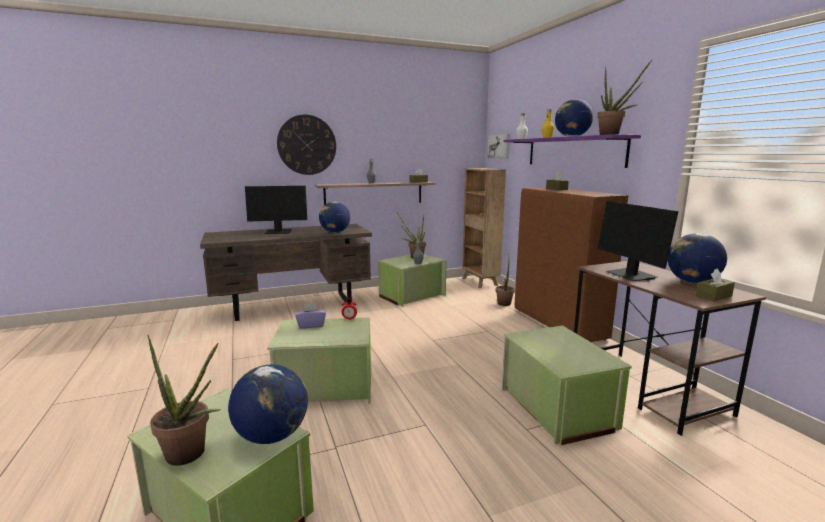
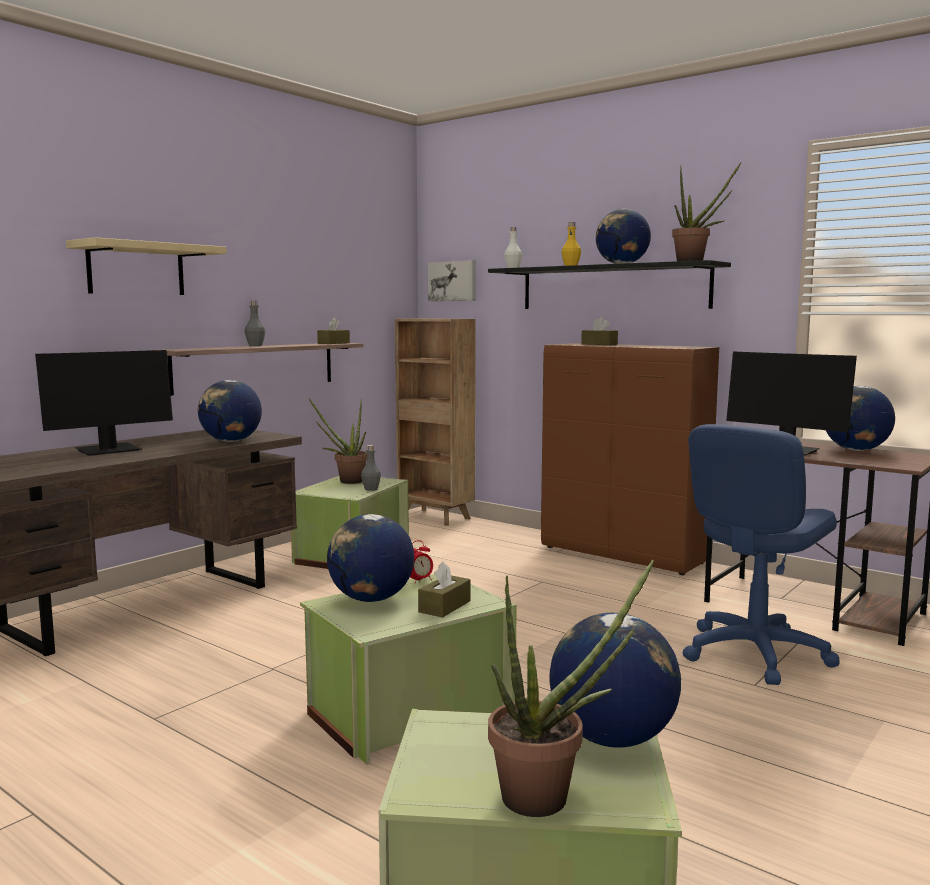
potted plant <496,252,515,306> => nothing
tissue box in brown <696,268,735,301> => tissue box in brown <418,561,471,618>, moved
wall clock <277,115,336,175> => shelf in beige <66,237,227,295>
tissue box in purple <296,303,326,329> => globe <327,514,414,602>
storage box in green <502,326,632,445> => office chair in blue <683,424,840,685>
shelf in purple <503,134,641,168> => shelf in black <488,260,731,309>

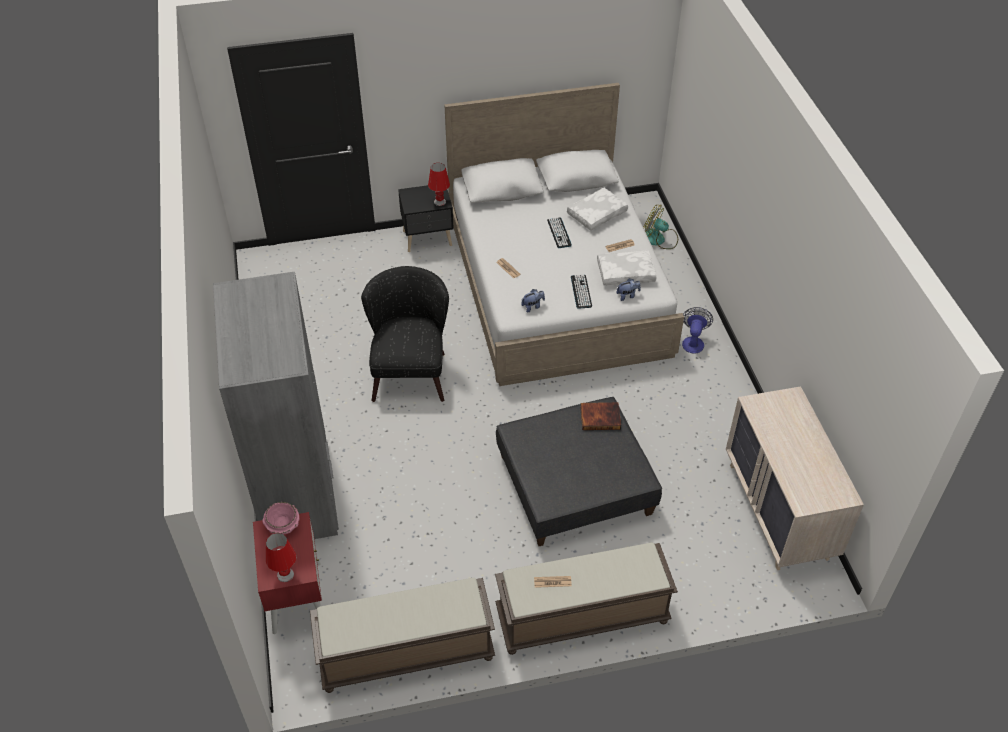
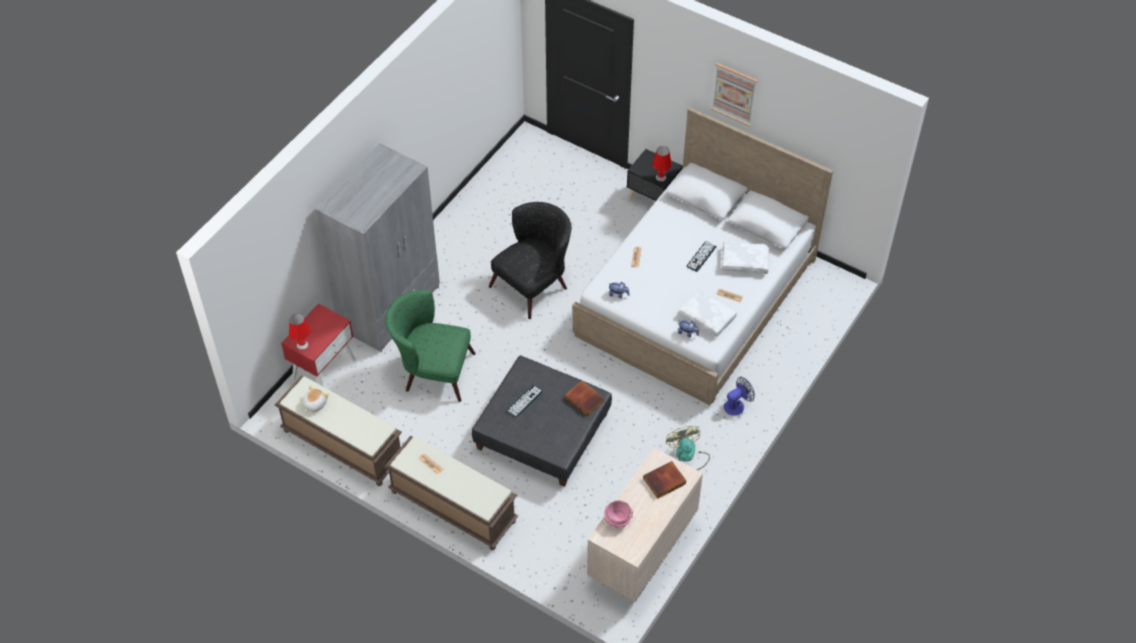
nothing => plush toy <303,385,329,412>
nothing => armchair in green <385,290,476,402>
nothing => book <643,461,686,499>
nothing => picture <711,63,758,127>
bowl in pink <262,502,300,535> => bowl in pink <604,500,633,528>, moved
keyboard <571,275,592,309> => keyboard <506,385,543,418>, moved
fan <643,205,678,249> => fan <666,426,710,470>, moved

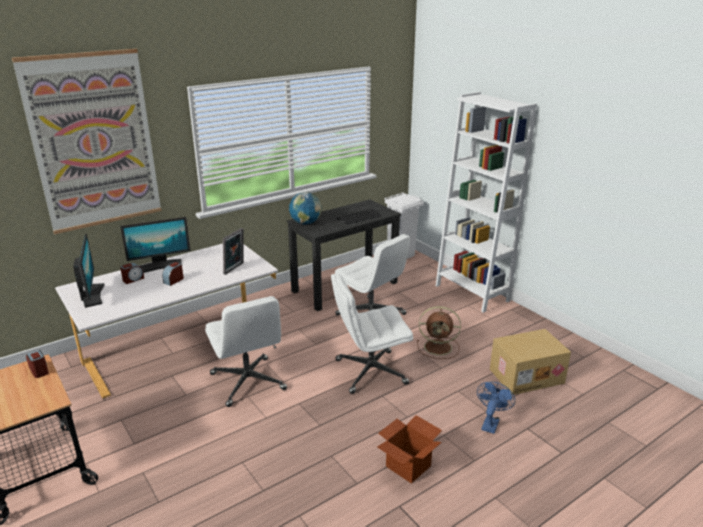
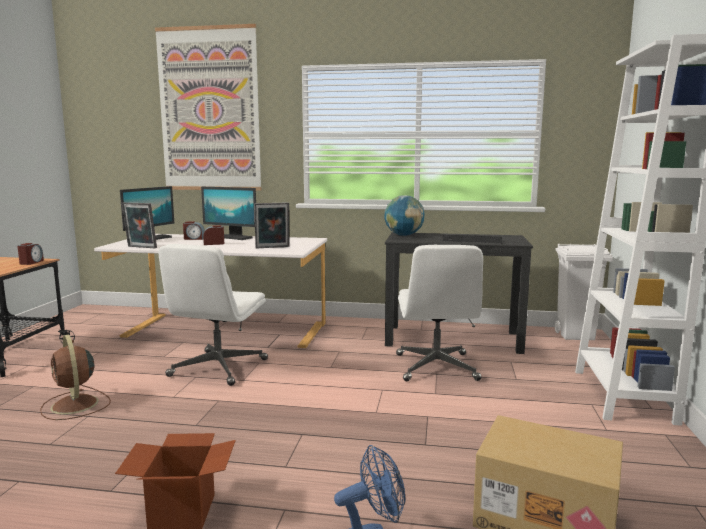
office chair in white <331,273,413,394> => nothing
nothing => picture frame <121,202,157,248>
fan in brown <417,306,461,359> => fan in brown <40,334,111,420>, moved

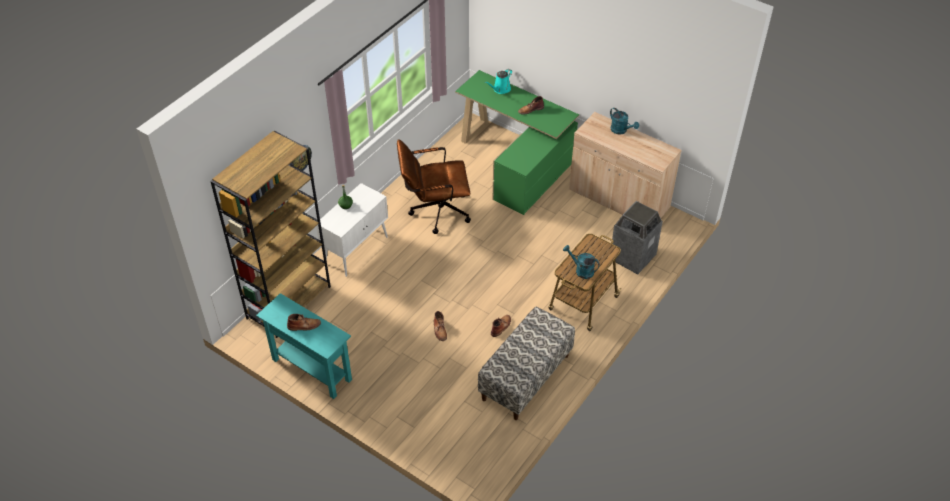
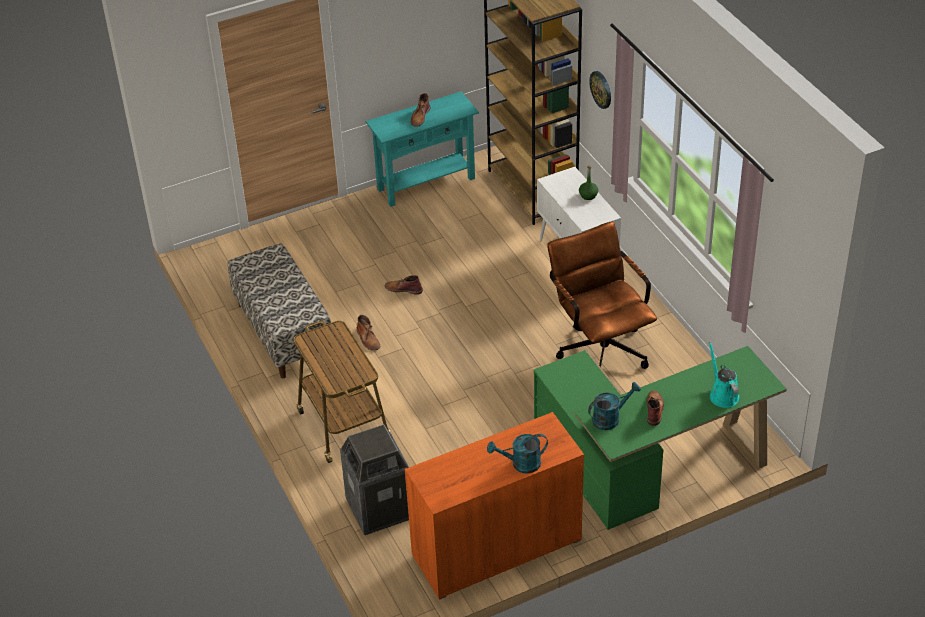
watering can in turquoise <563,245,600,279> => watering can in turquoise <588,382,641,430>, moved
cabinet in beige <569,112,682,218> => cabinet in orange <405,412,584,600>
office chair in brown <397,139,471,234> => office chair in brown <547,221,657,369>, 45 degrees counterclockwise

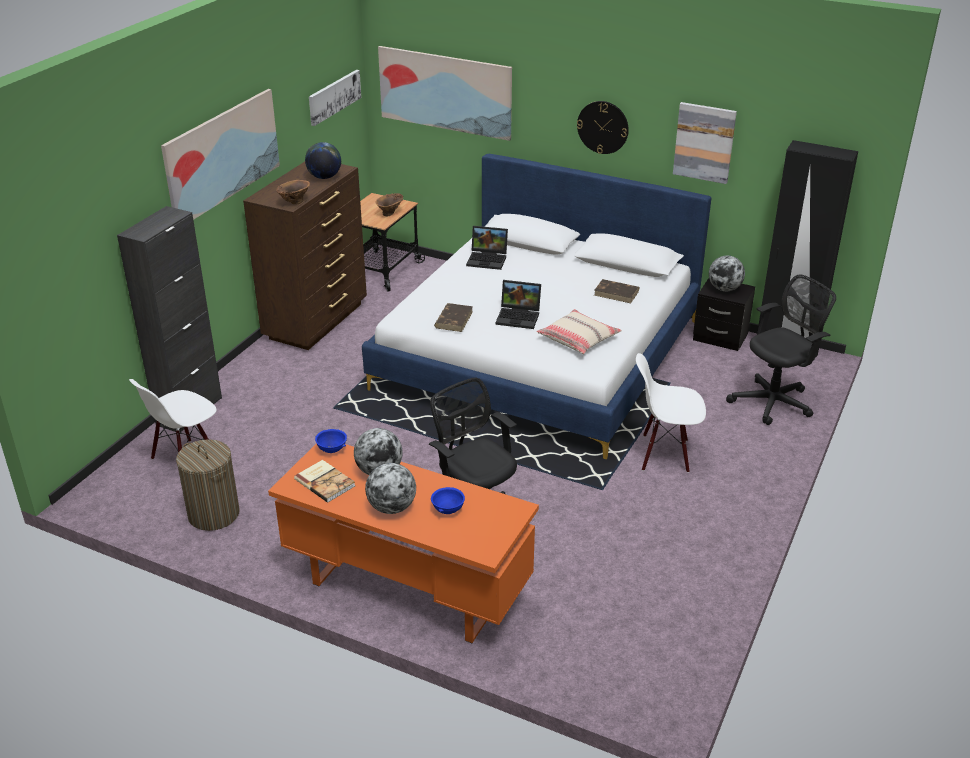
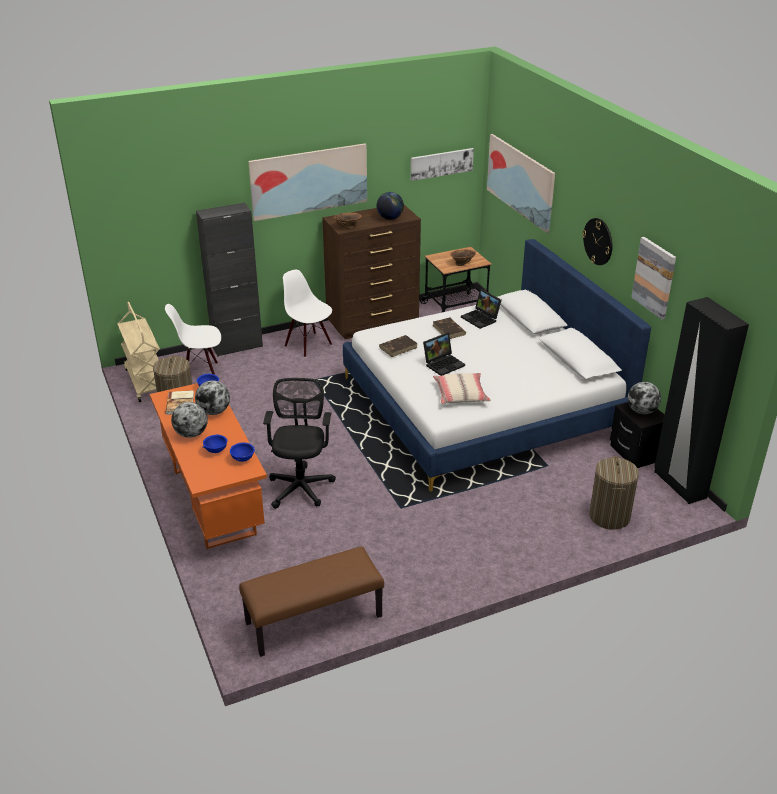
nothing => cart in beige <117,302,160,402>
nothing => bowl in blue <230,442,255,462>
nothing => bench in brown <239,546,384,657>
book in brown <594,279,639,303> => book in brown <433,318,466,339>, moved
chair in white <636,353,706,473> => chair in white <283,270,332,357>, moved
office chair in black <726,275,836,425> => laundry basket <589,456,639,530>
laptop <496,280,541,329> => laptop <423,332,465,376>, 90 degrees counterclockwise

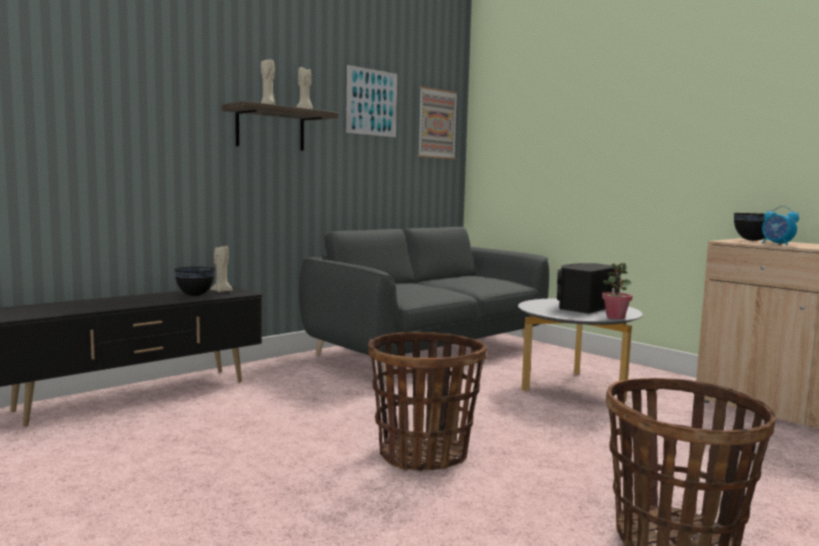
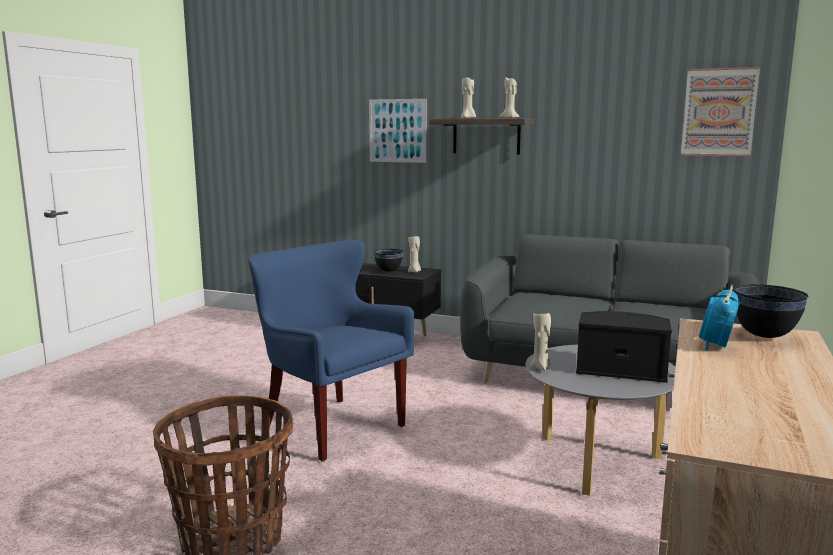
potted plant <602,263,632,319> => nothing
nothing => candle in beige <530,312,551,371>
picture <346,65,397,137> => picture <369,99,426,163>, moved
basket <368,332,487,472> => armchair in blue <248,240,414,462>

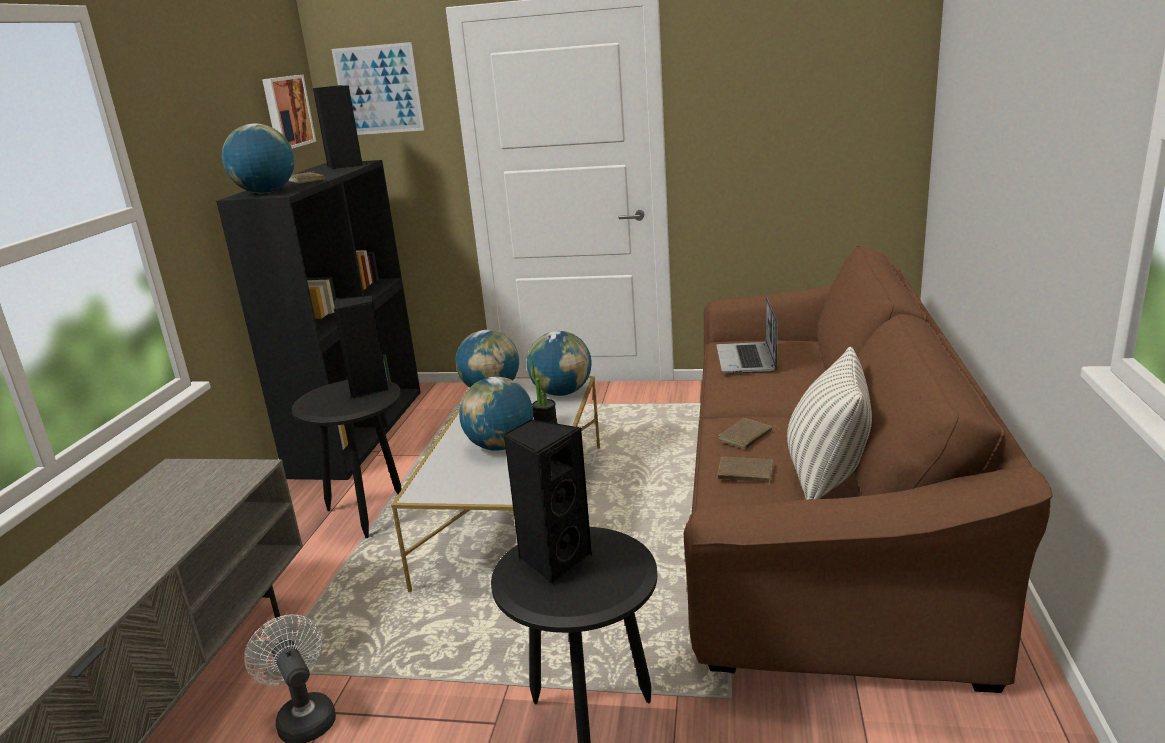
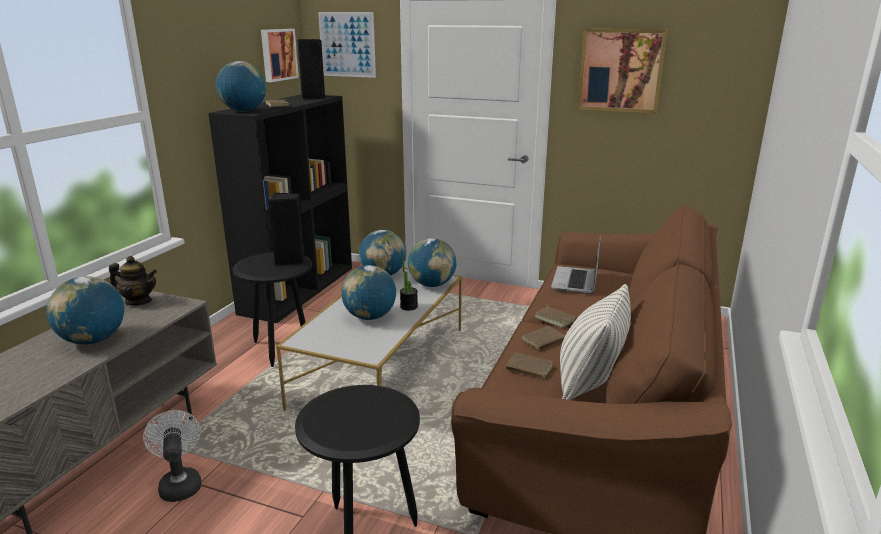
speaker in black <503,419,592,585> => nothing
nothing => globe <47,276,124,345>
nothing => teapot <109,256,157,306>
nothing => book in brown <535,305,577,328>
nothing => picture <578,29,667,113>

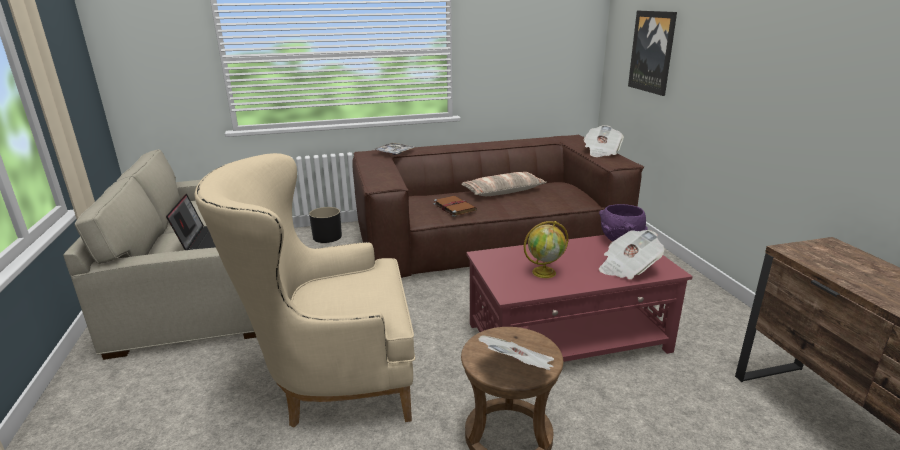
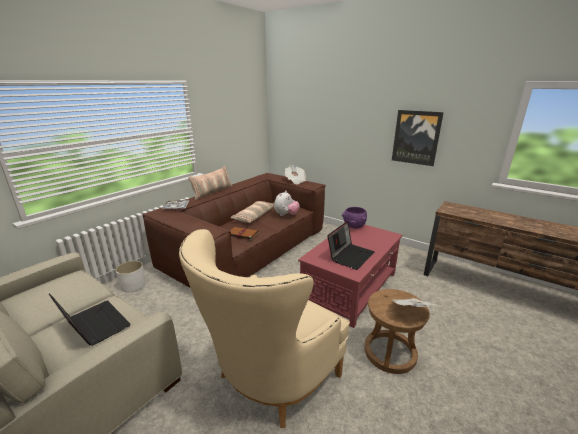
newspaper <599,230,664,279> => nothing
nothing => pillow <188,166,232,200>
nothing => plush toy <274,191,300,216>
picture <628,11,677,96> => picture <392,110,444,166>, moved
globe <524,221,568,278> => laptop <327,221,375,270>
planter in black <309,207,342,243> => planter in white <116,261,146,292>

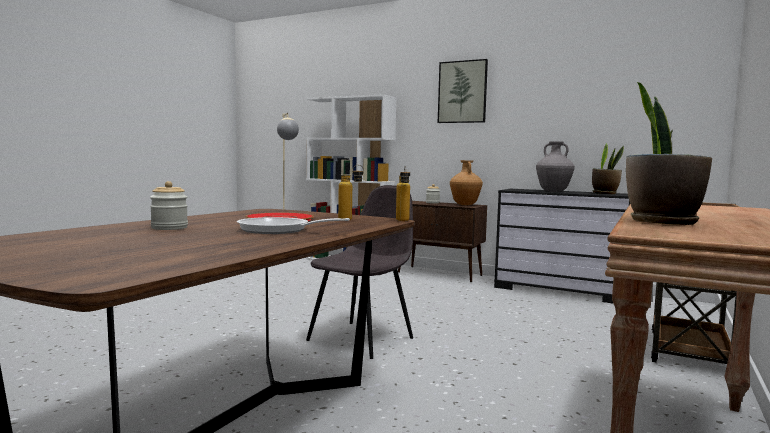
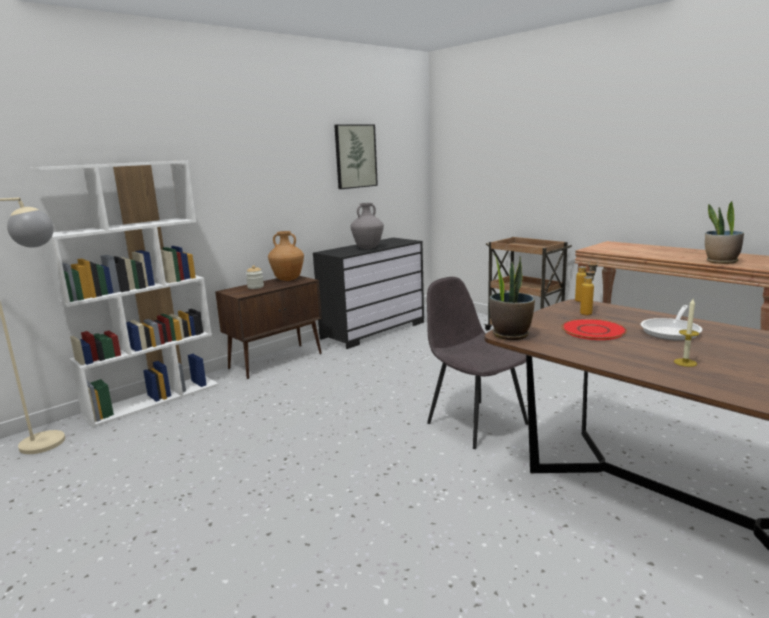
picture <438,59,488,123> => picture <334,124,378,189>, moved
potted plant <592,143,624,194> => potted plant <490,254,535,340>, moved
jar <150,181,188,230> => candle <674,299,699,367>

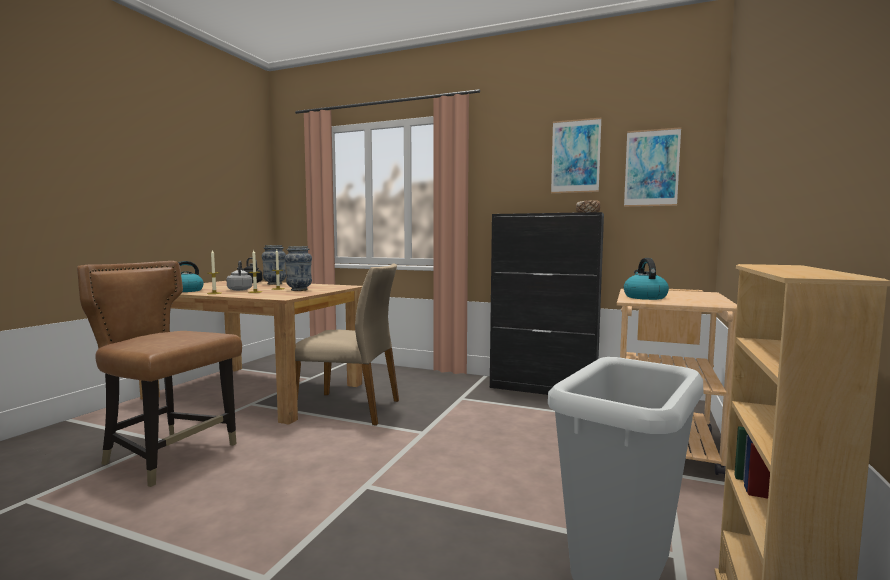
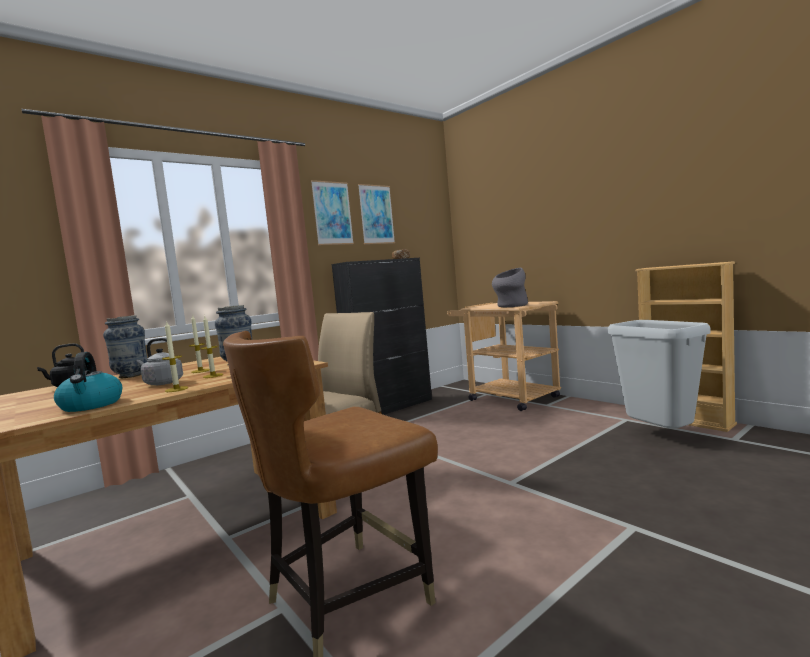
picture <624,127,681,207> => picture <311,180,354,245>, moved
kettle <624,258,669,300> => vase in grey <492,268,528,307>

